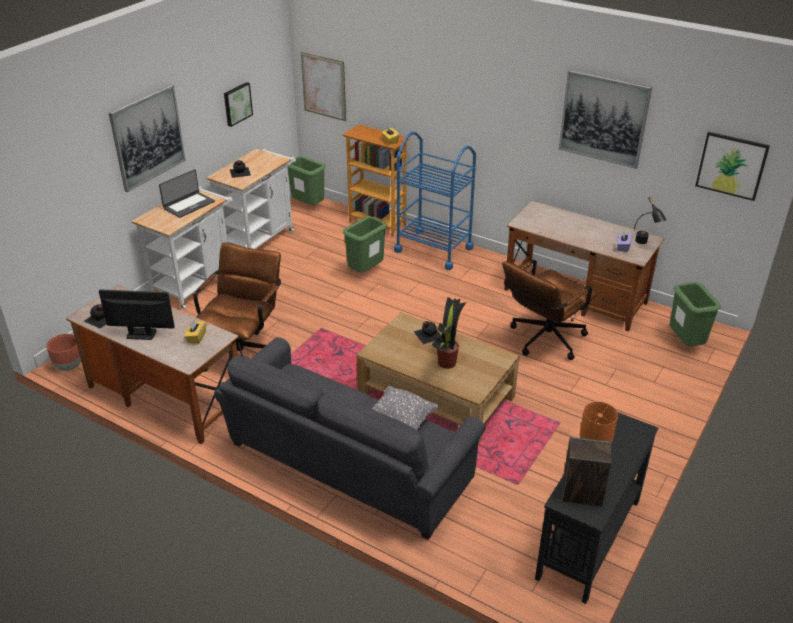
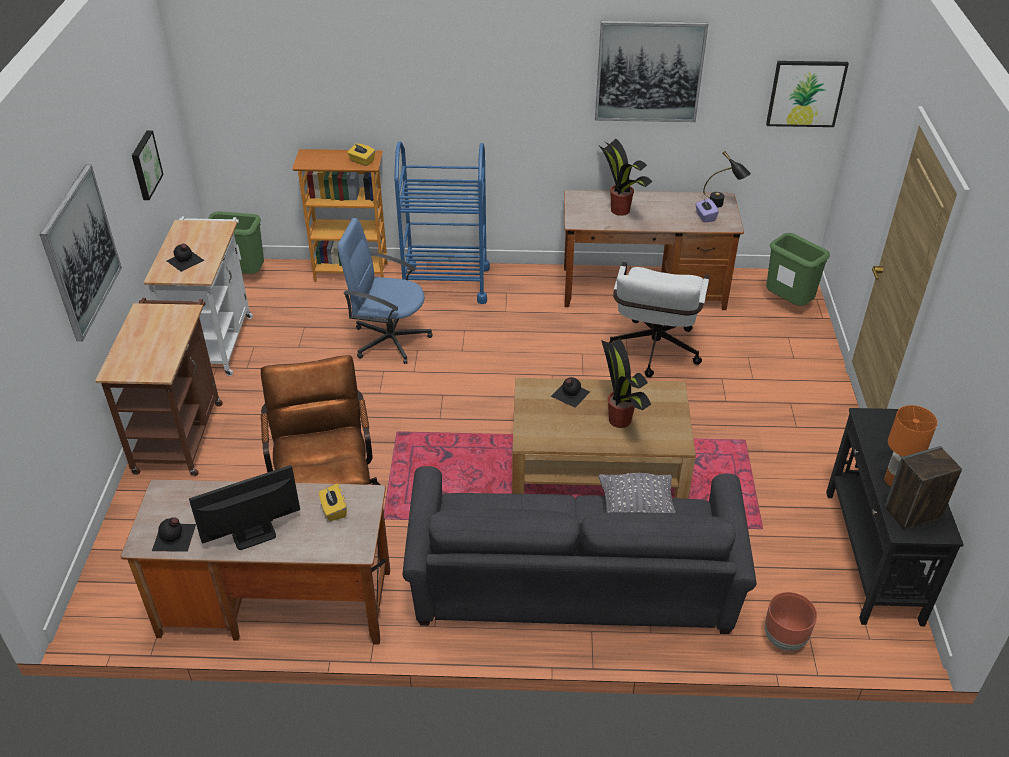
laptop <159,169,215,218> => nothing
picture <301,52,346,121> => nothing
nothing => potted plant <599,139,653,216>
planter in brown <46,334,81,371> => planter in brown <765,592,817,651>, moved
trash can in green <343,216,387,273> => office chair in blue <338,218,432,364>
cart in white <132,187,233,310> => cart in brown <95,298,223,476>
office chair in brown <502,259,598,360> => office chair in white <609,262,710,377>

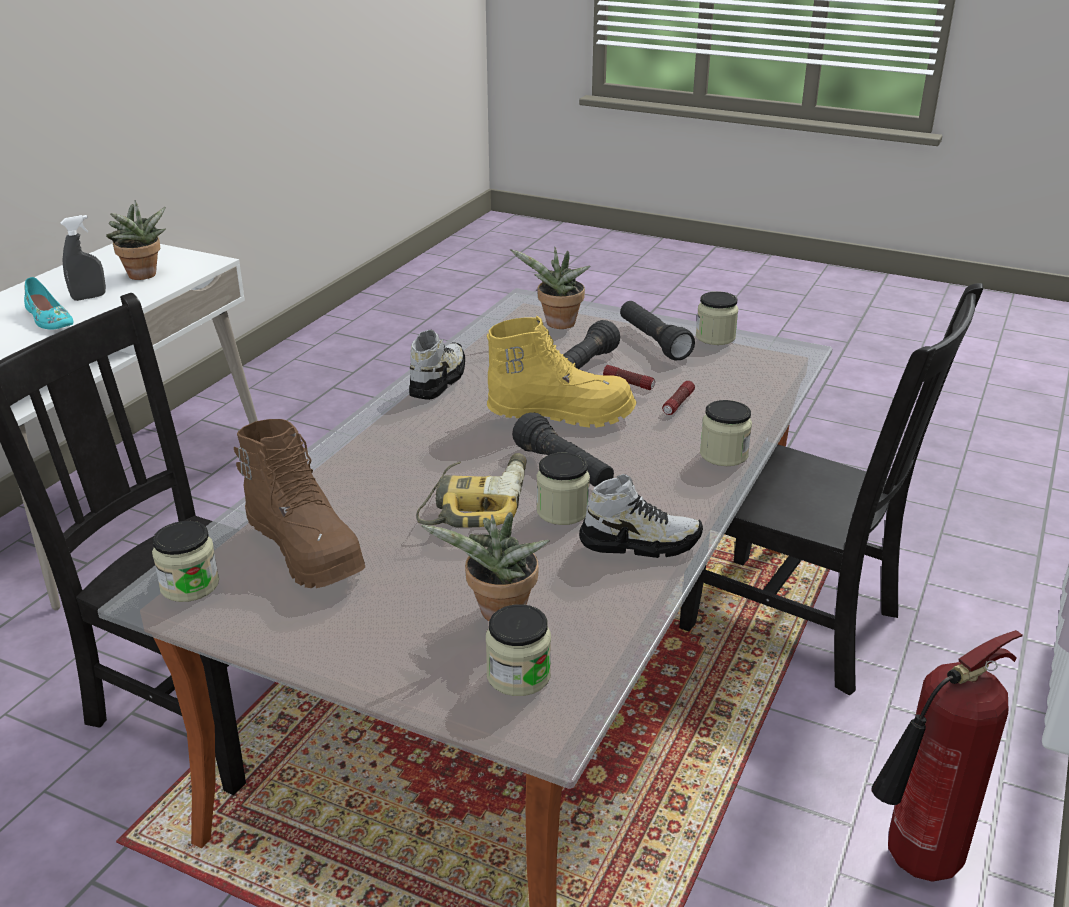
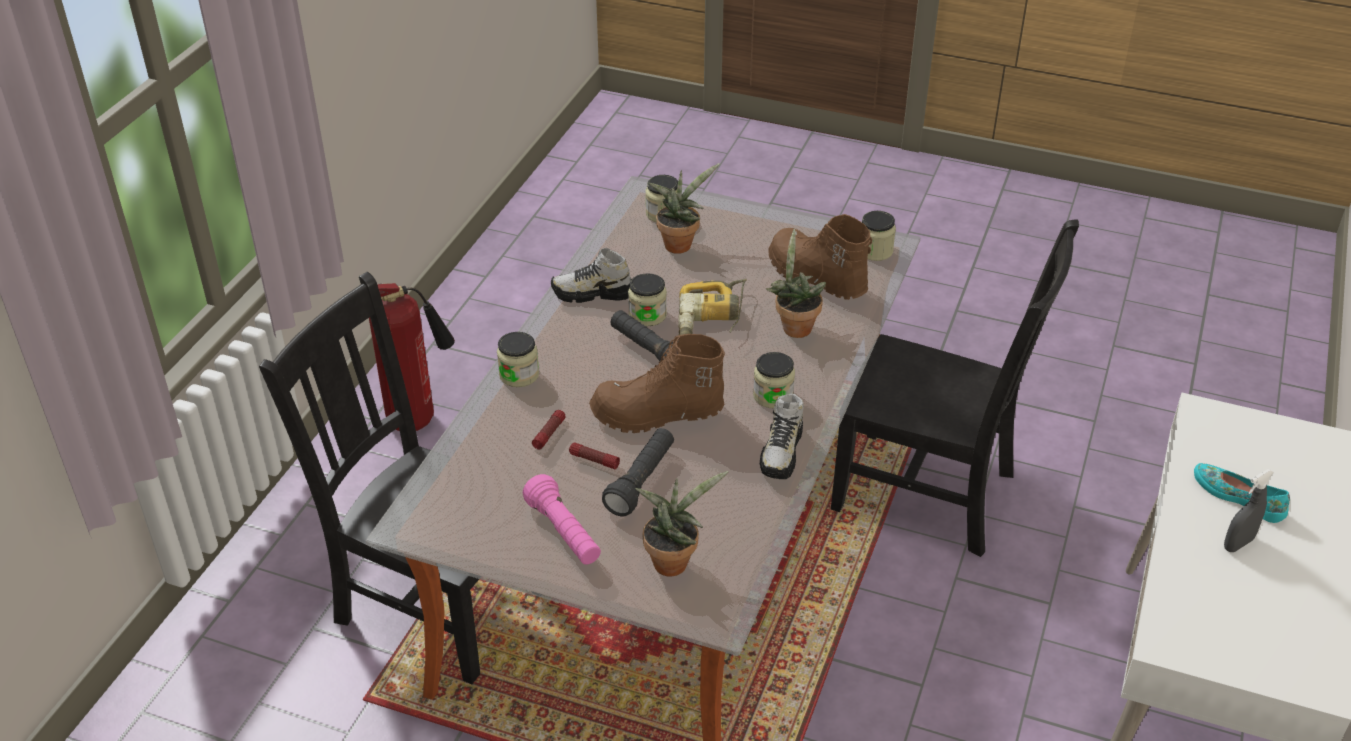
potted plant <106,200,166,280> => potted plant <766,229,826,338>, moved
jar <696,291,738,345> => jar <753,352,795,408>, moved
boot in yellow <487,316,637,428> => boot in brown <589,334,725,433>
flashlight in black <620,301,695,360> => flashlight in pink <523,474,601,565>

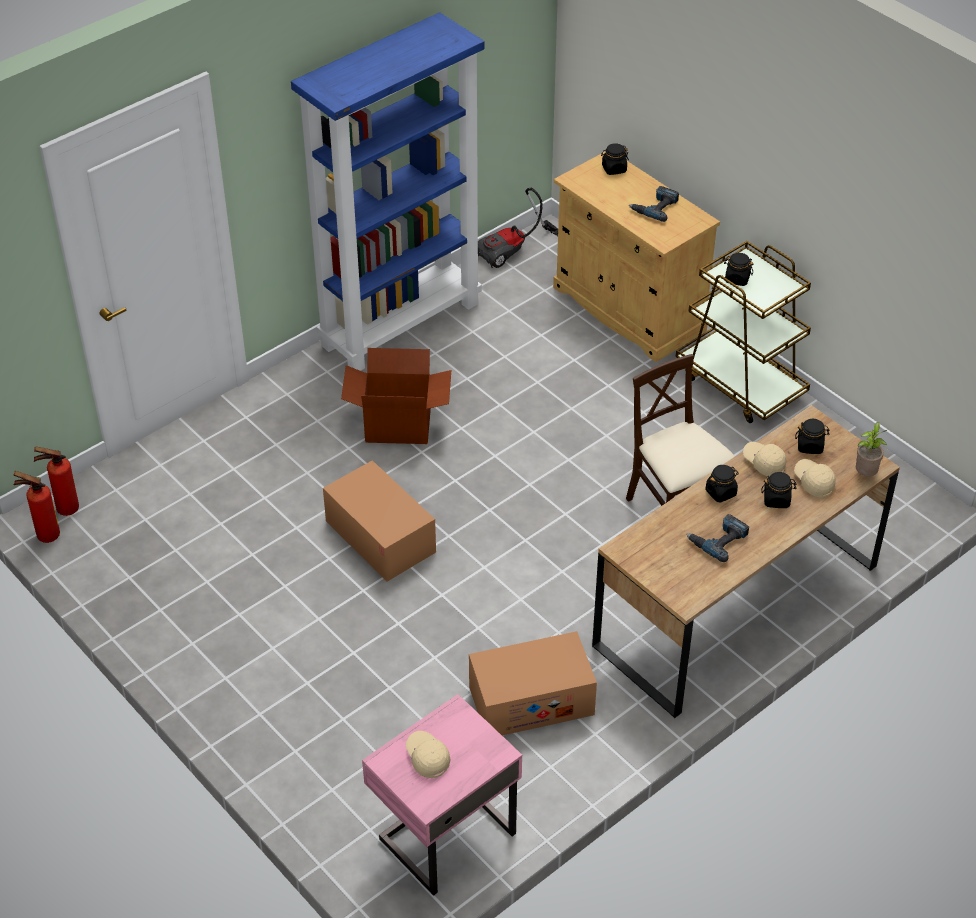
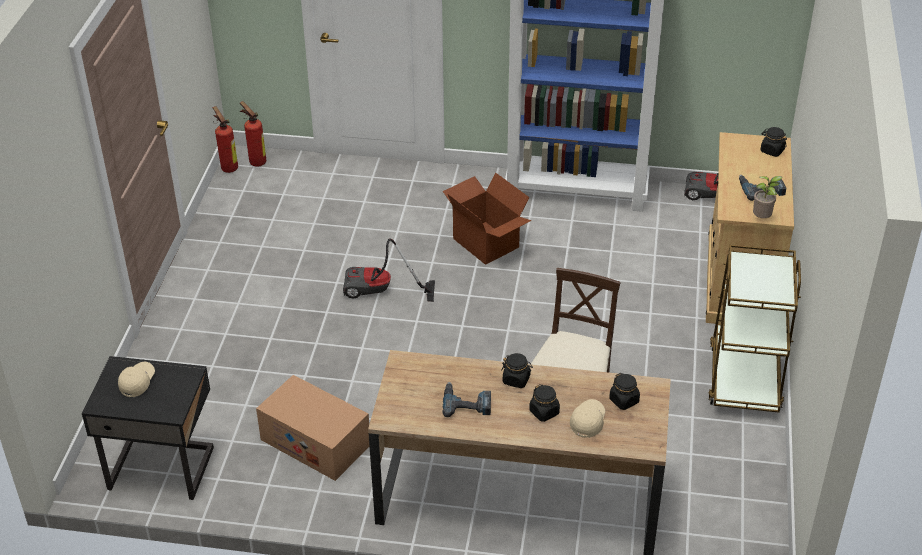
jar in black <724,253,753,286> => nothing
cap in beige <743,442,786,477> => nothing
potted plant <856,422,887,476> => potted plant <753,176,782,218>, moved
cardboard box <323,460,436,582> => vacuum cleaner <343,238,435,302>
nightstand in pink <362,694,522,896> => nightstand in black <82,356,214,500>

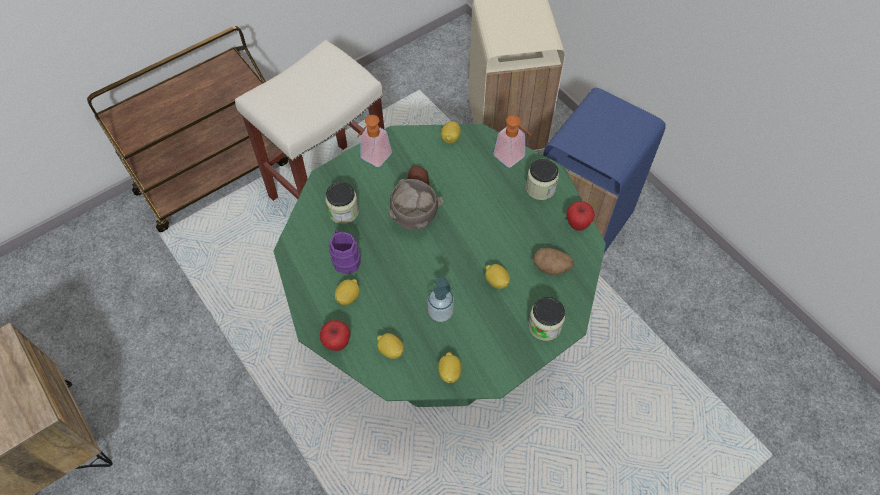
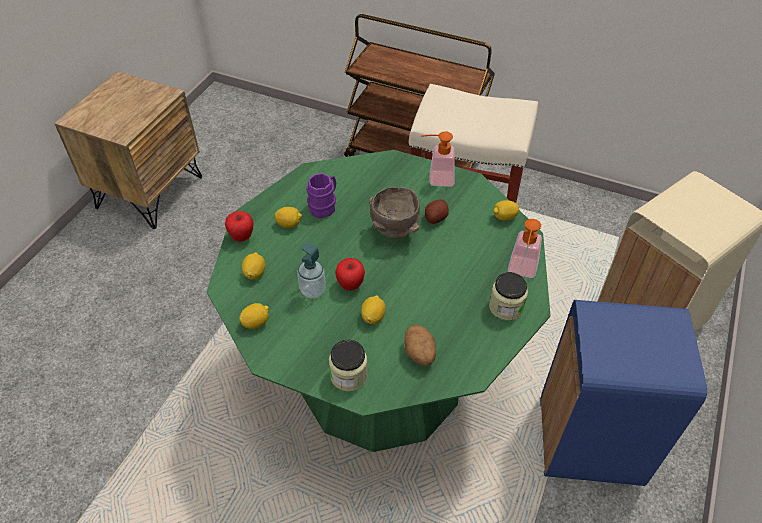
jar <325,182,359,224> => nothing
apple <566,201,595,231> => apple <335,258,365,290>, moved

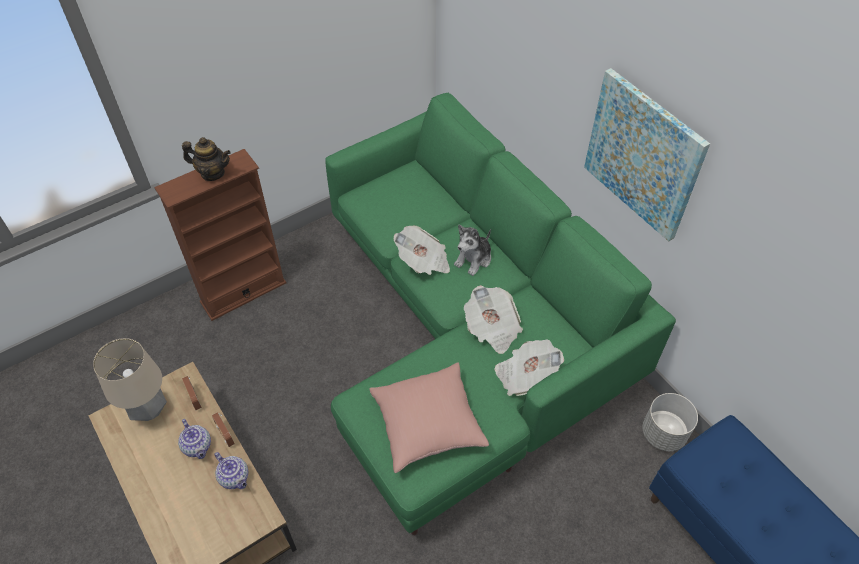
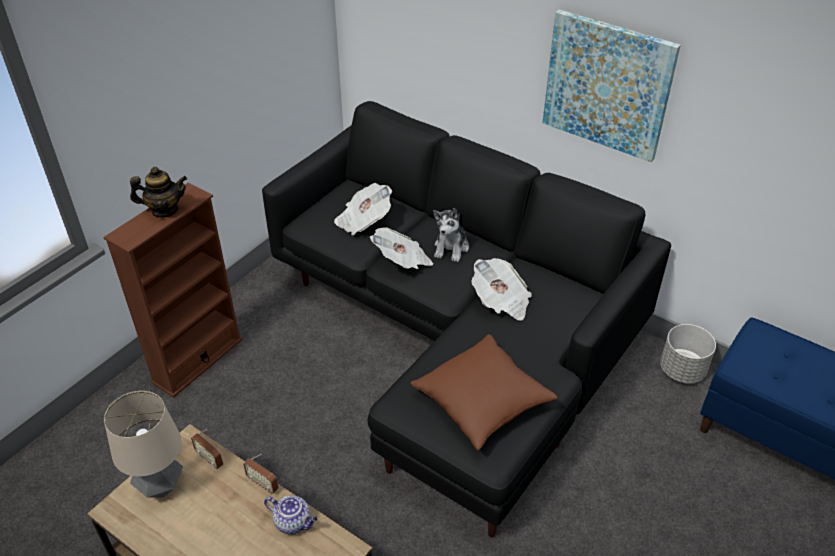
teapot <178,419,211,459> => nothing
newspaper <494,340,564,396> => newspaper <334,183,392,235>, moved
sofa in green <325,93,676,536> => sofa in black <262,101,671,538>
pillow in pink <369,362,489,473> => pillow in brown <411,334,557,450>

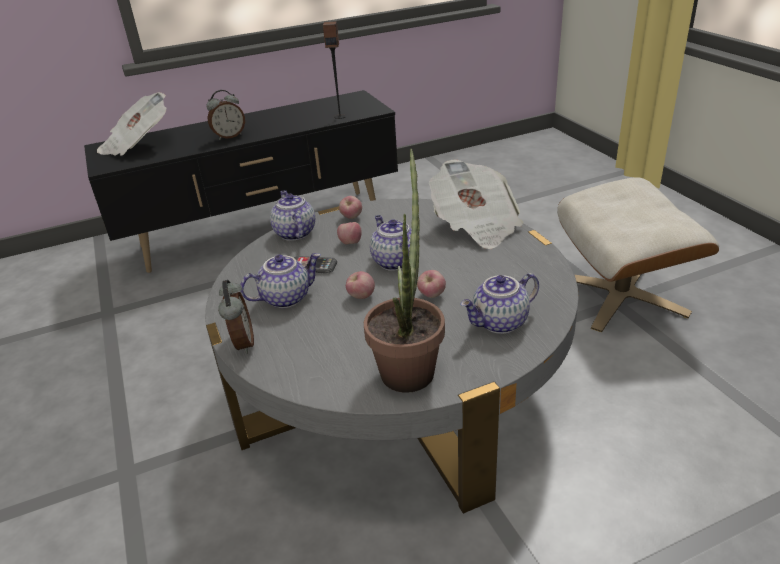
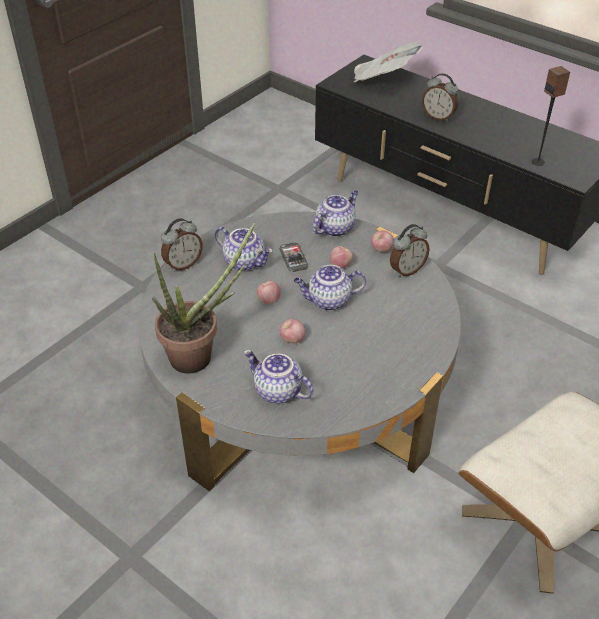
newspaper <429,159,523,249> => nothing
nothing => alarm clock <390,224,430,277>
teapot <370,215,412,271> => teapot <294,265,366,311>, 135 degrees counterclockwise

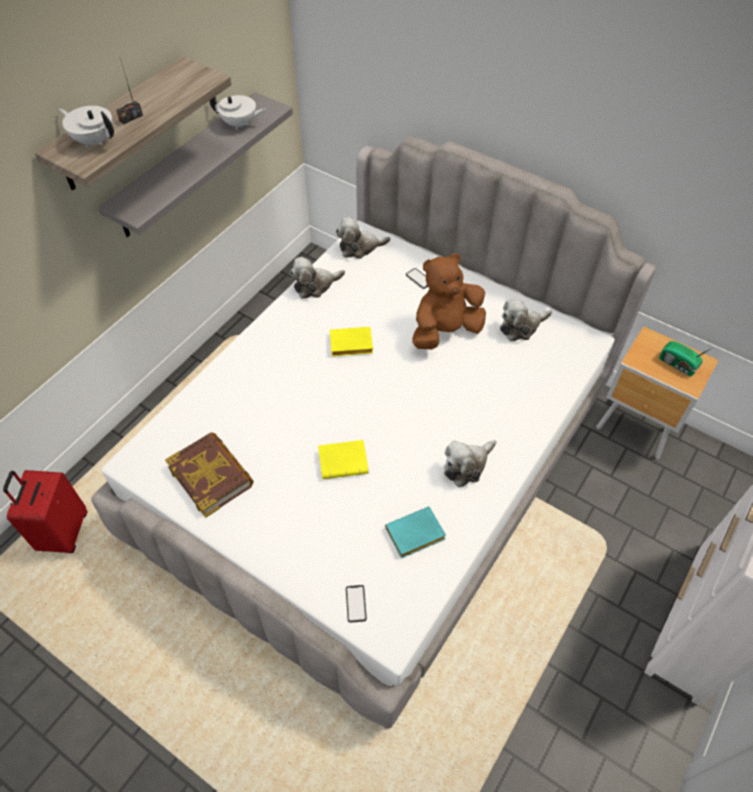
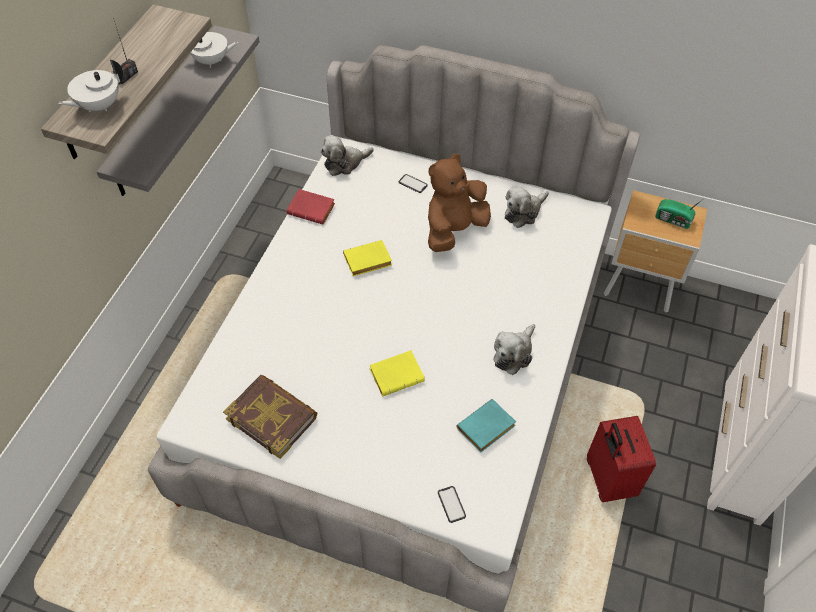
suitcase in red <3,470,87,553> => suitcase in red <587,416,656,502>, moved
plush toy <290,257,345,299> => book in red <287,189,335,225>
teapot in white <59,106,114,147> => teapot in white <58,59,123,112>, 60 degrees counterclockwise

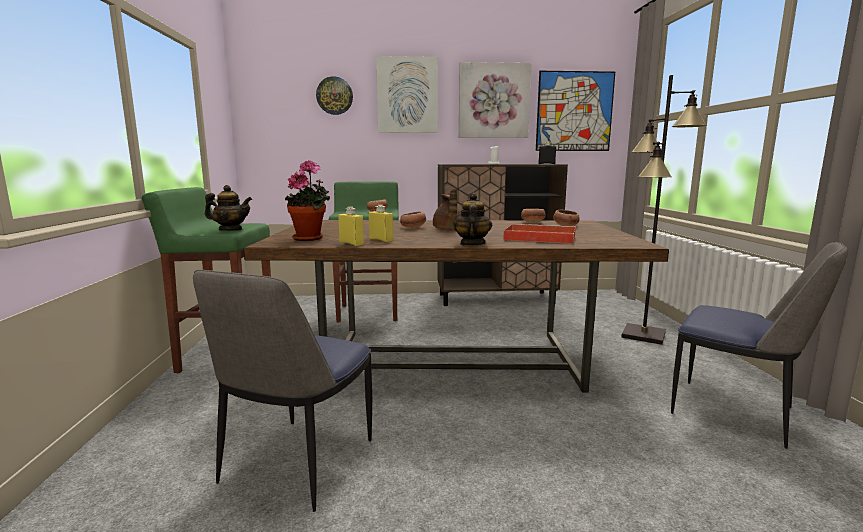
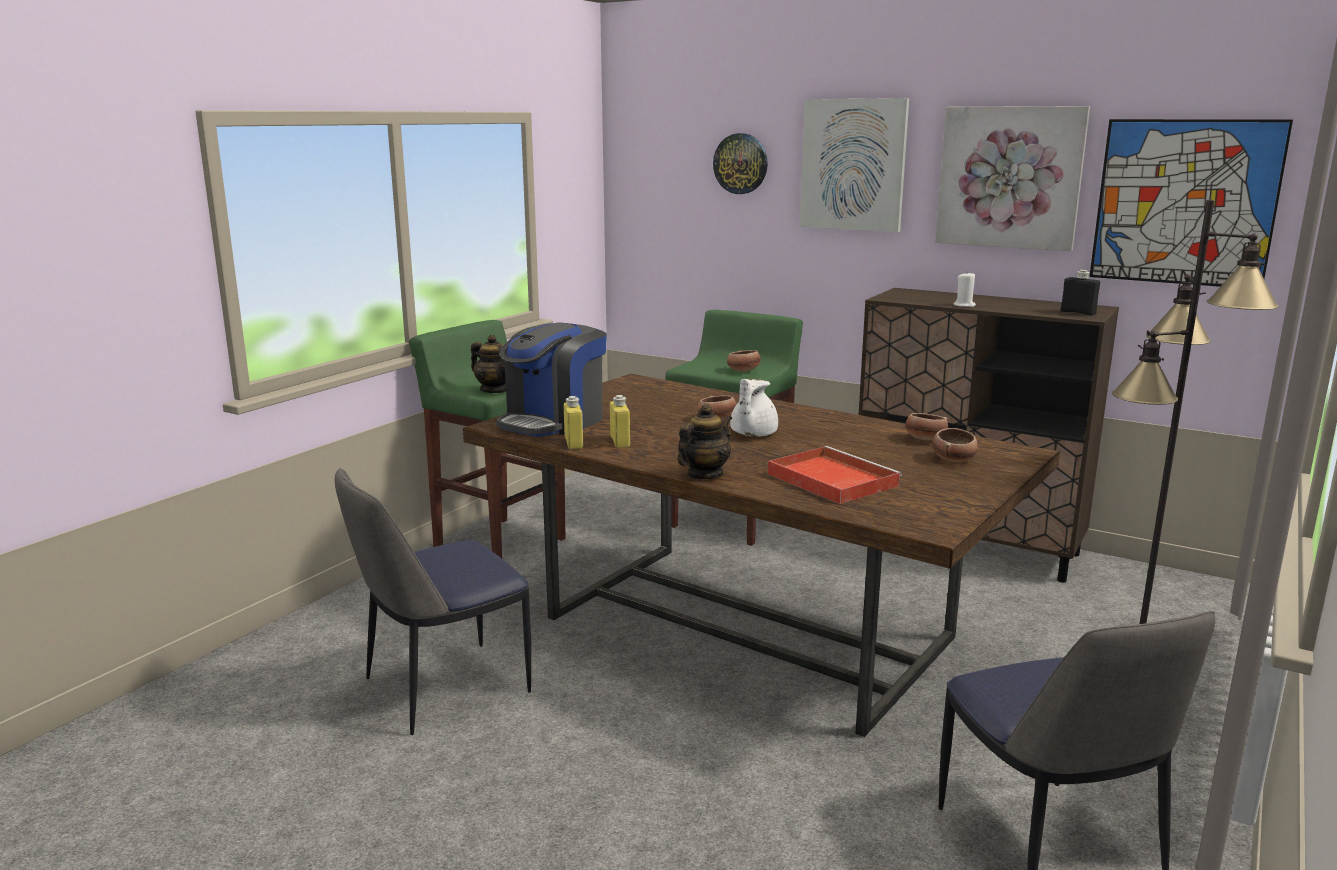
potted plant <285,160,330,241> => coffee machine <496,322,607,437>
teapot in brown <433,188,461,230> => teapot in white <730,379,778,437>

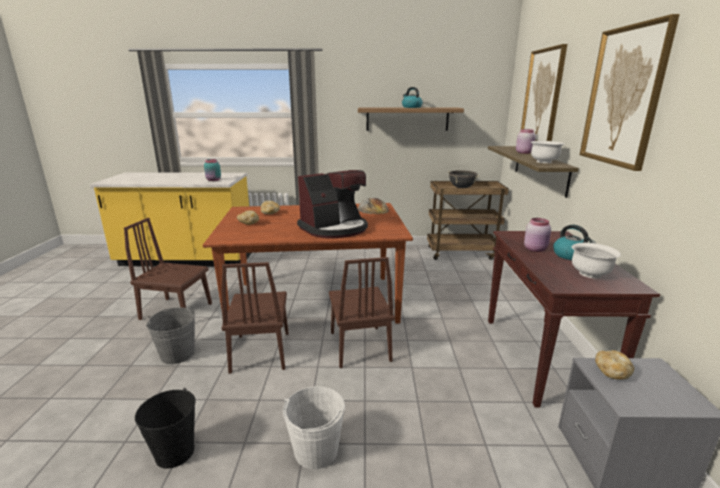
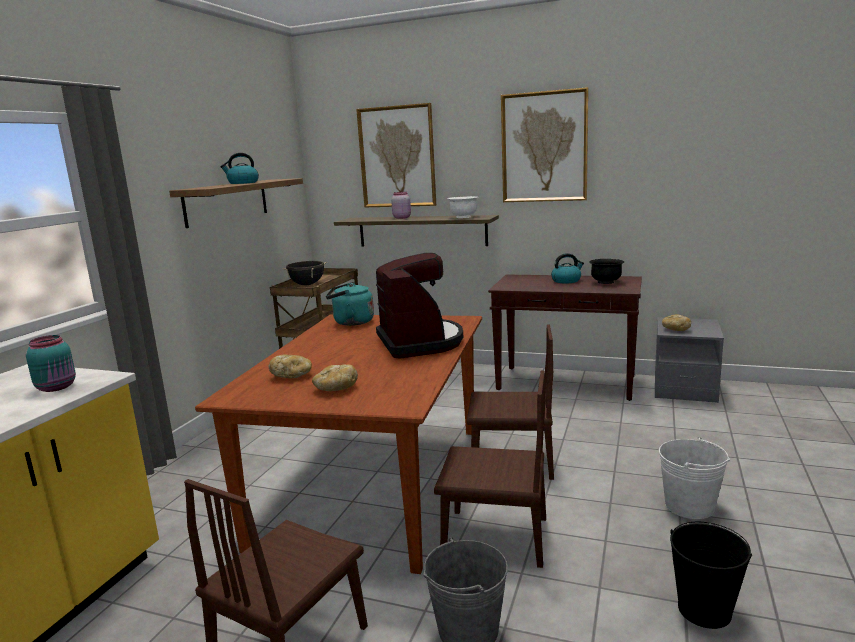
jar in pink <524,218,551,252> => nothing
bread <358,198,389,214> => kettle in turquoise <326,282,374,326>
bowl in white <572,243,621,278> => bowl in black <589,259,624,284>

